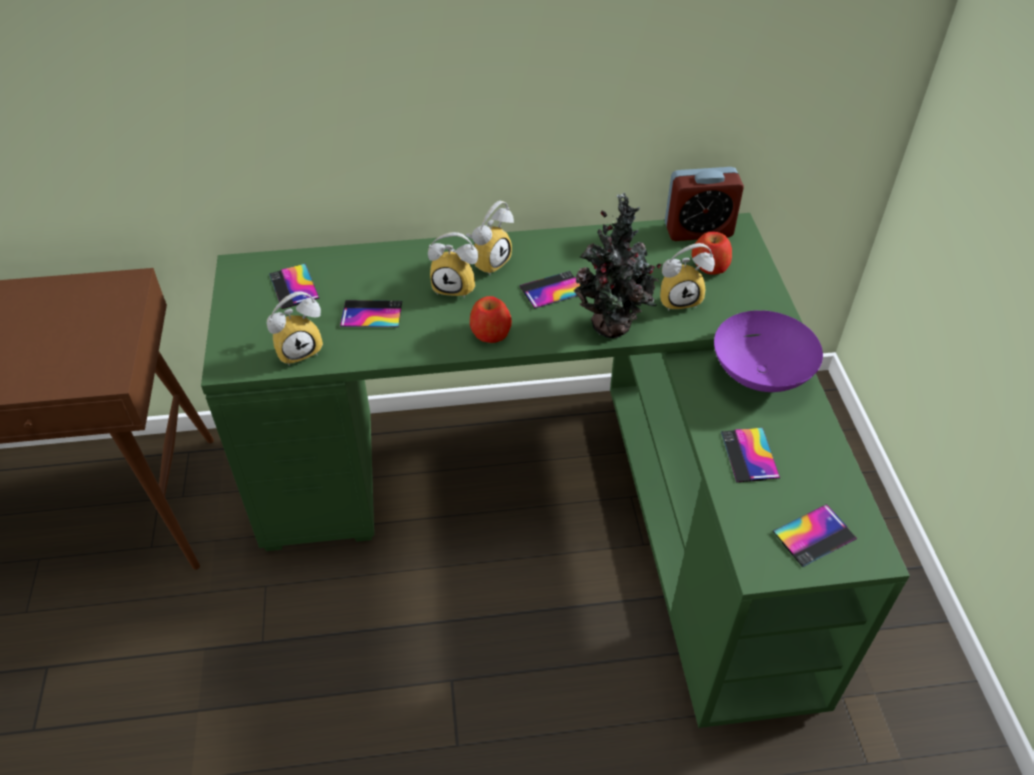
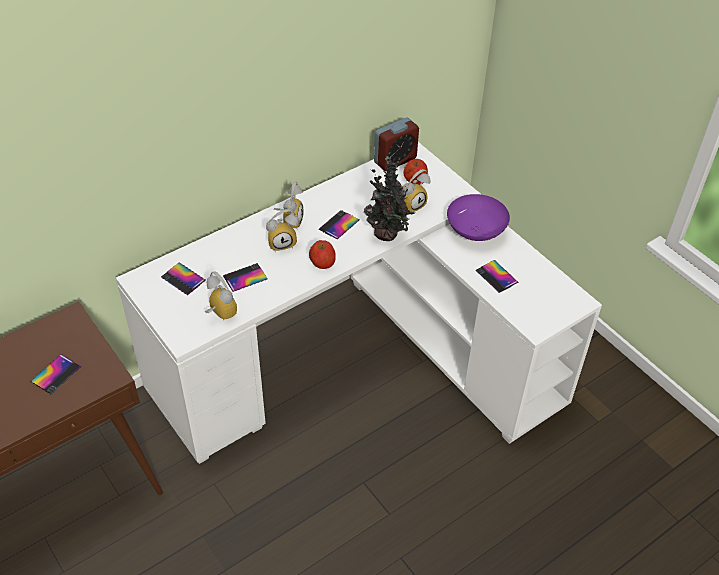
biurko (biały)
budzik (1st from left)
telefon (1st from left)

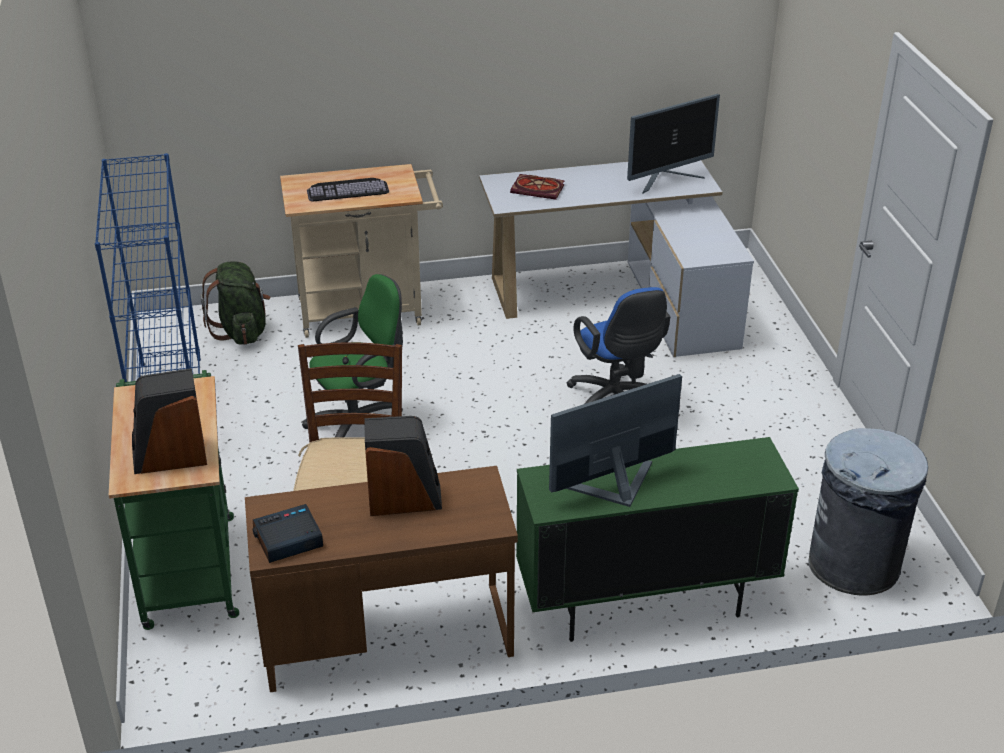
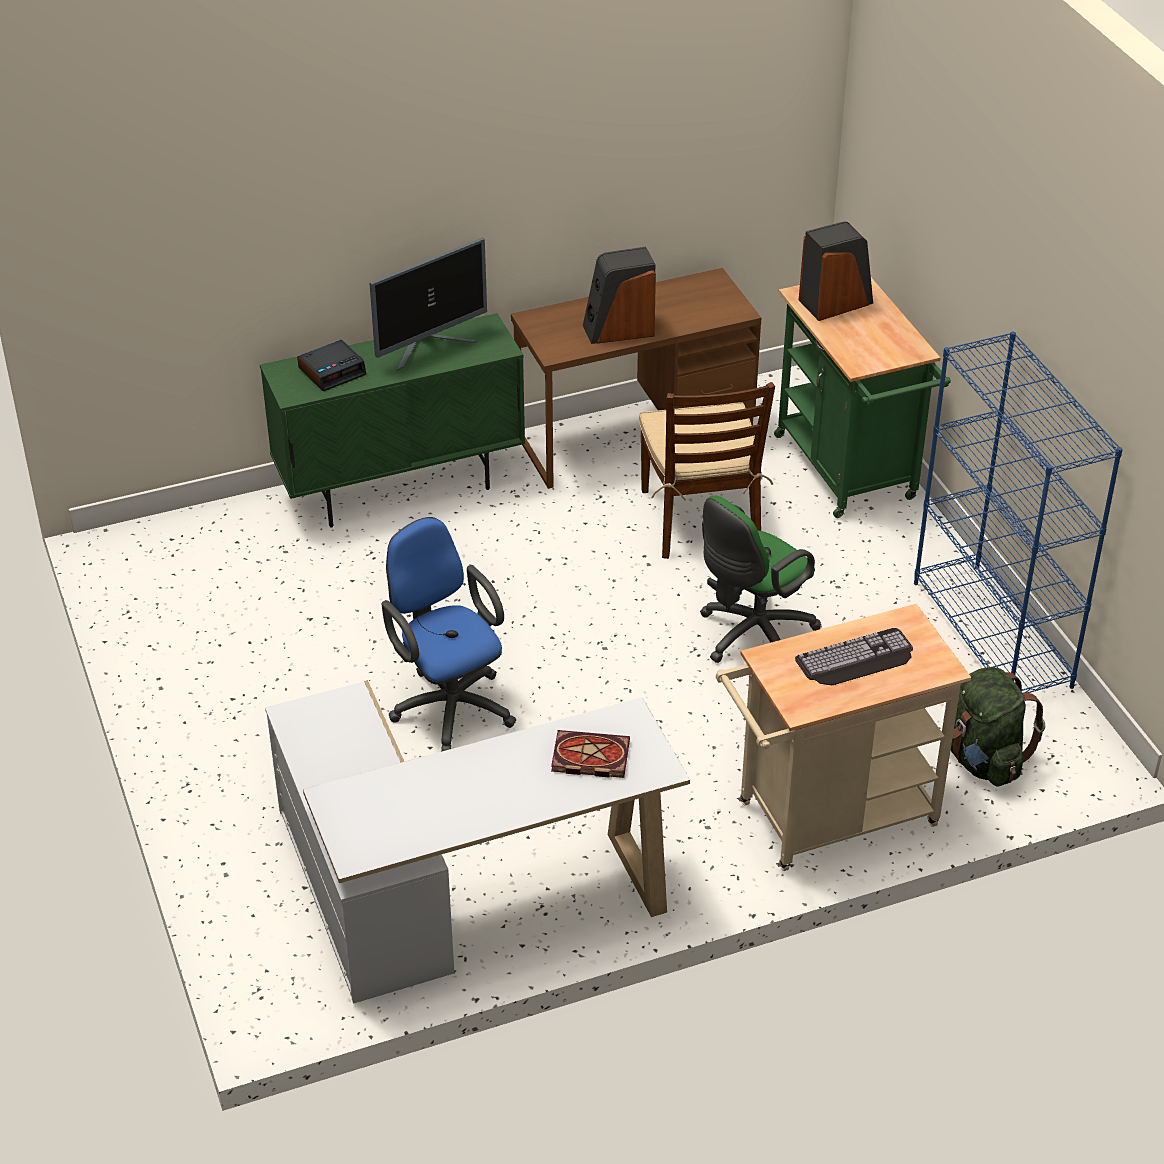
monitor (2nd from left in the first image)
kosz na śmieci (szary)
budzik

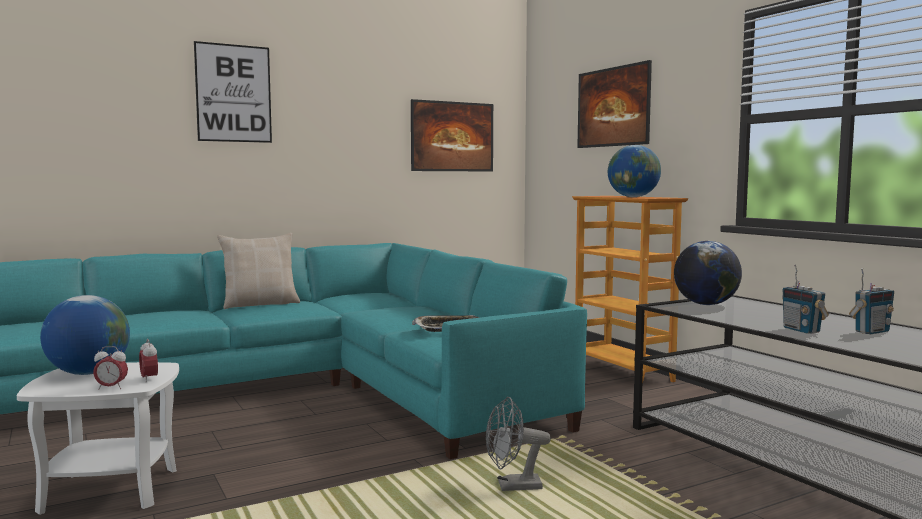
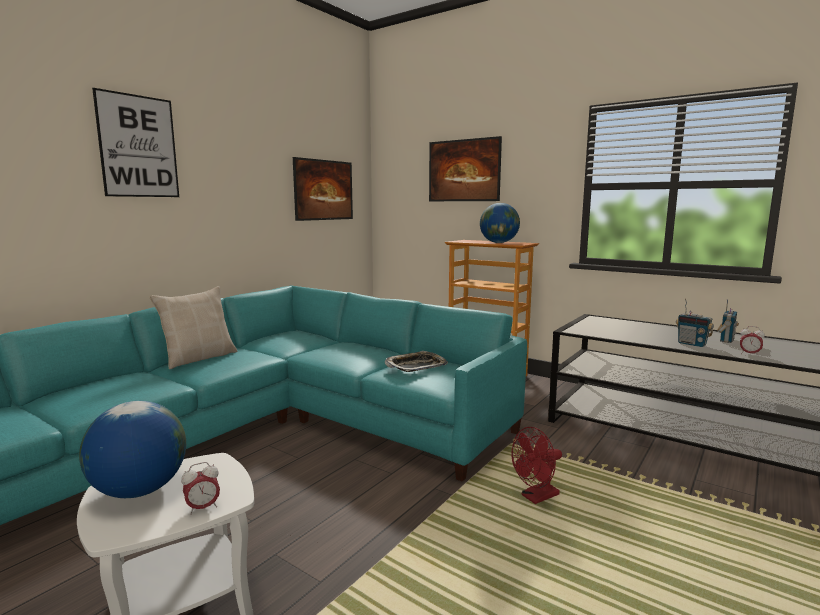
globus (3rd from left in the first image)
budzik (2nd from left)
wentylator (czerwony)

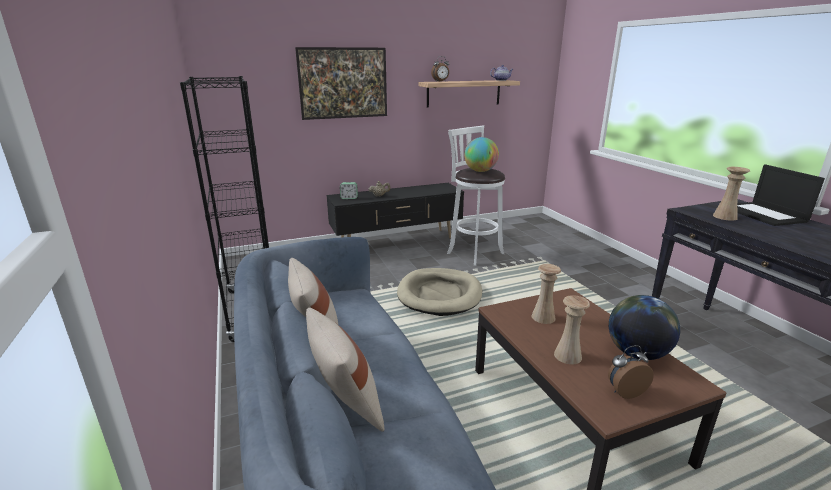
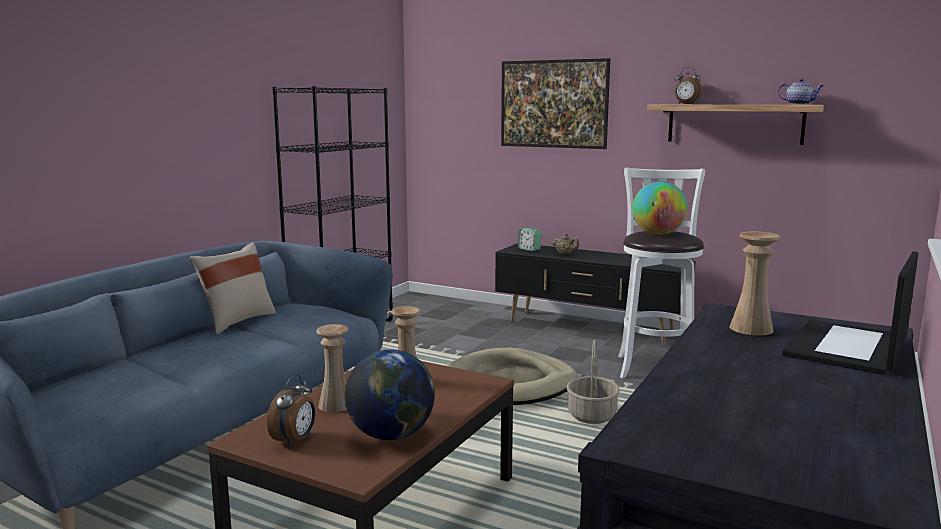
poduszka (beżowy) (2nd from left in the first image)
budzik (1st from left)
koszyk

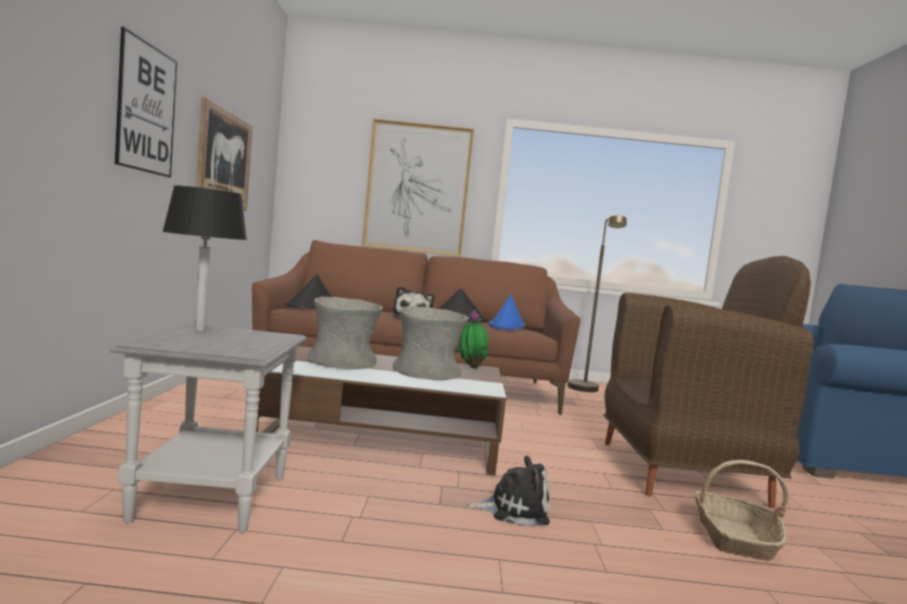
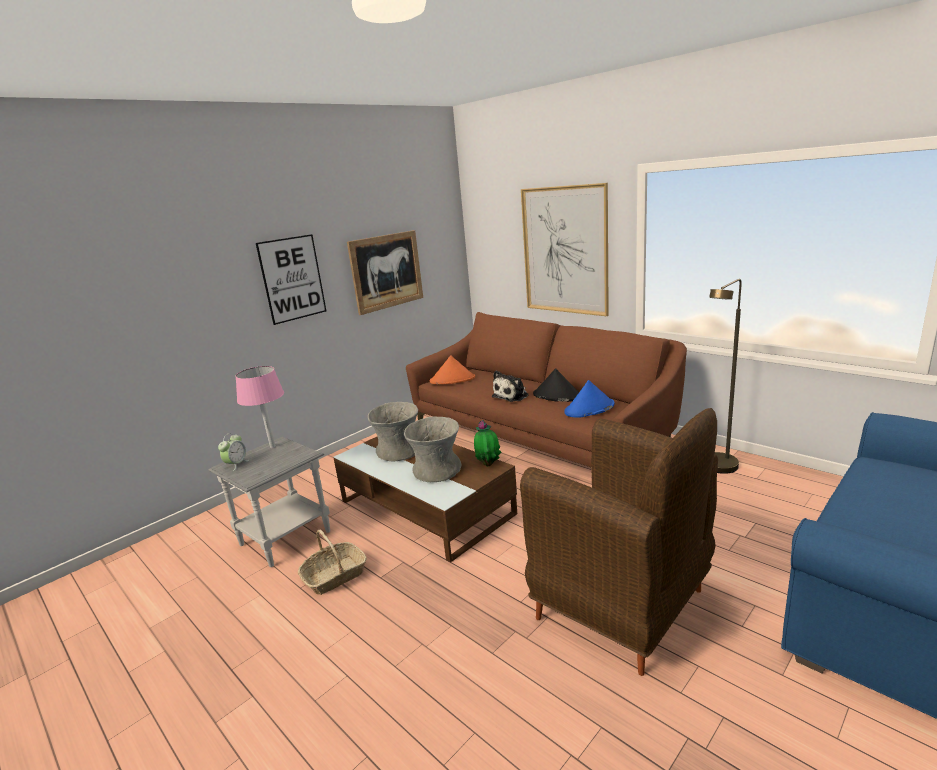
lampa stołowa (różowy)
kapelusz (pomarańczowy)
pluszak (2nd from left in the first image)
koszyk
budzik

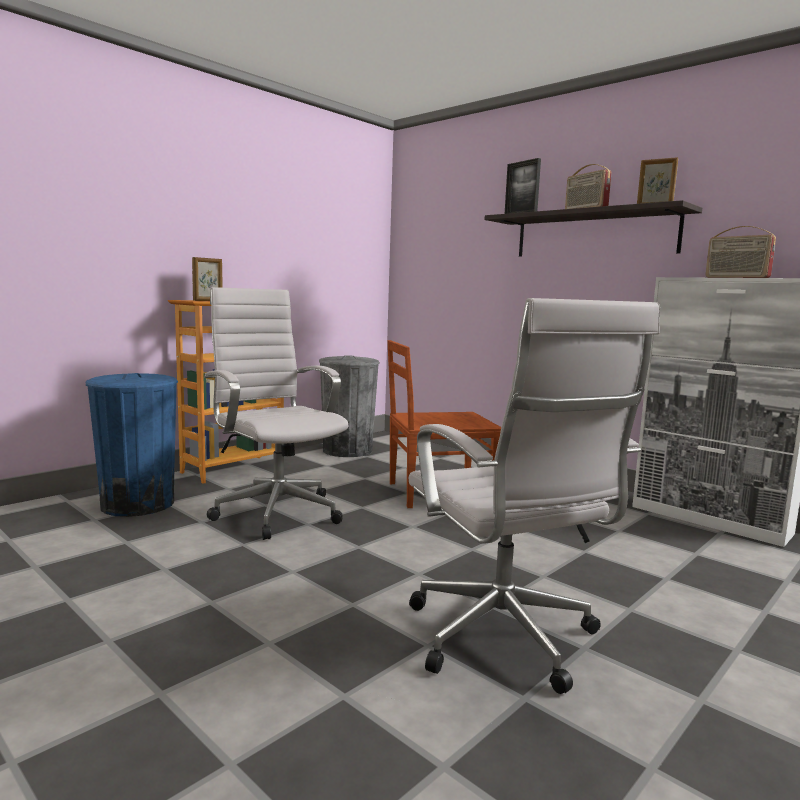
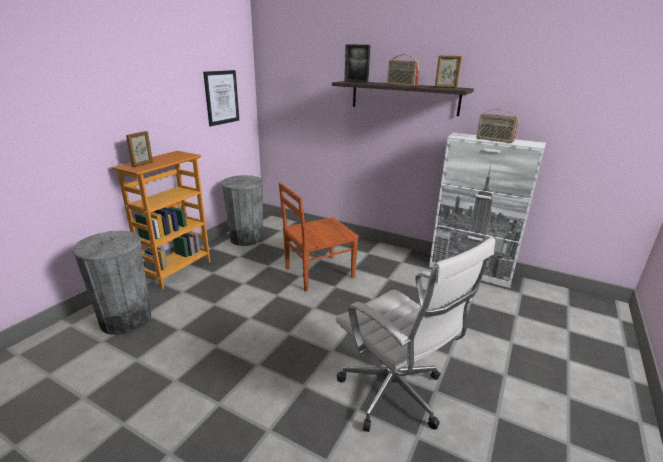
krzesło biurowe (biały) (1st from left in the first image)
kosz na śmieci (szary) (1st from left)
obraz

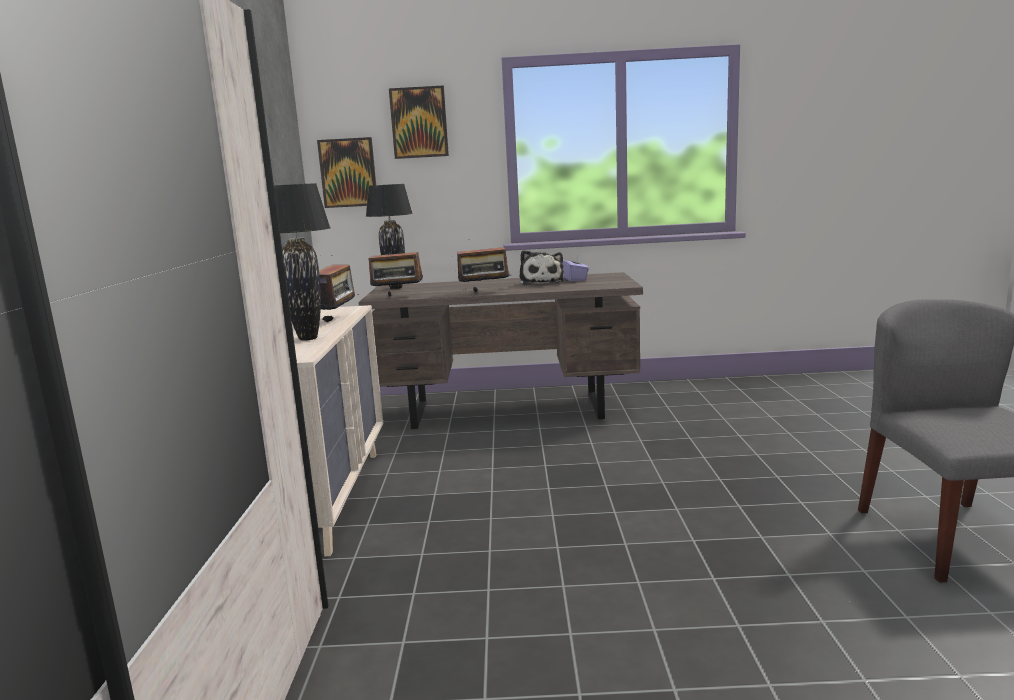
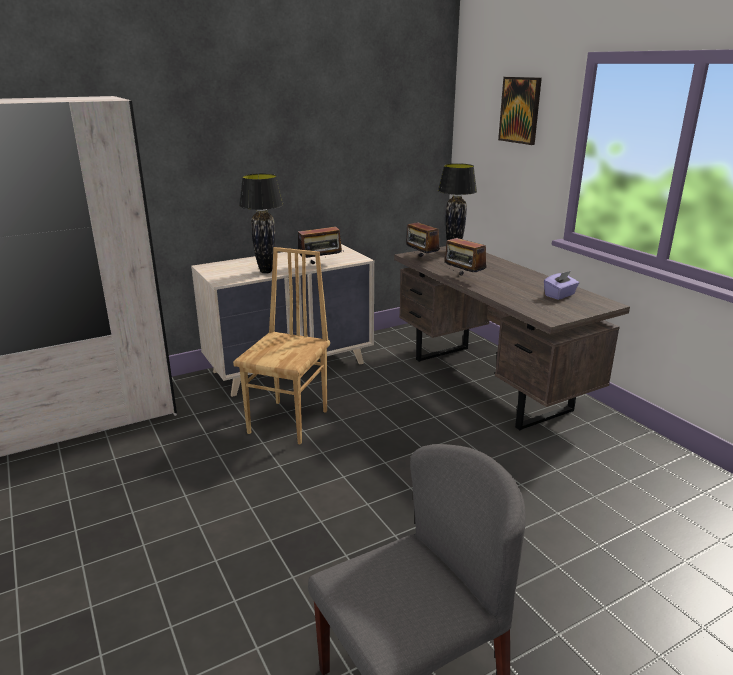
obraz (1st from left in the first image)
pluszak
krzesło (brązowy)

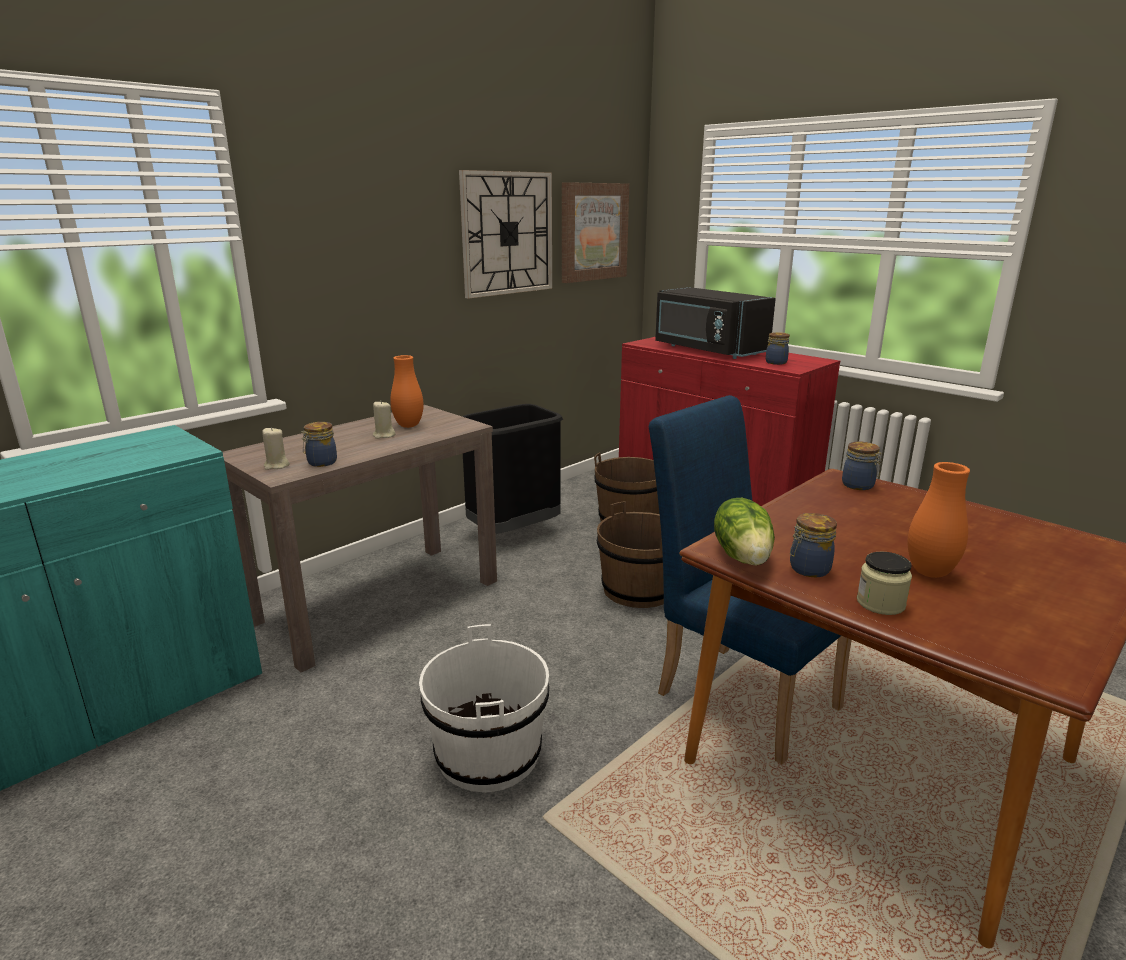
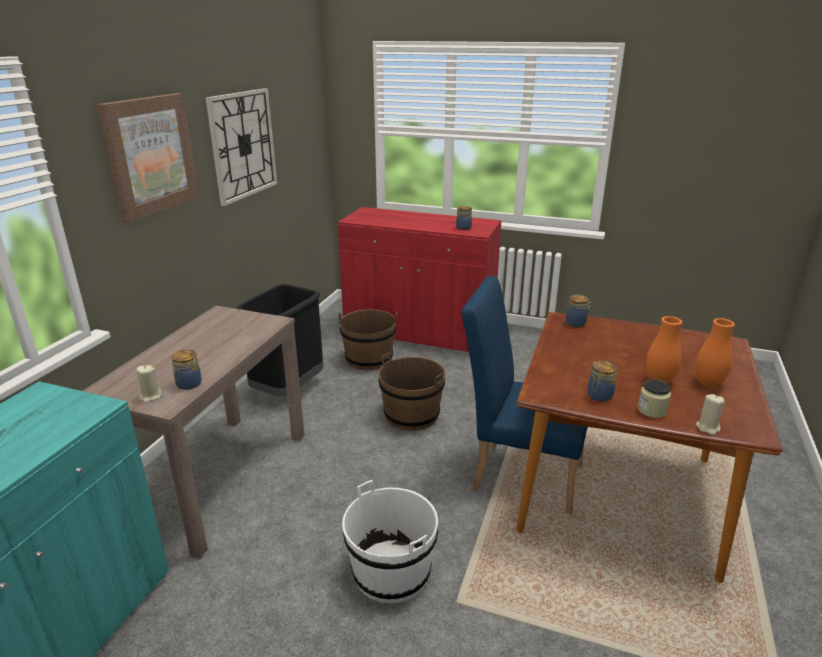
obraz
mikrofalówka (czarny)
wazon (pomarańczowy) (2nd from left)
świeca (beżowy) (2nd from left)
sałata

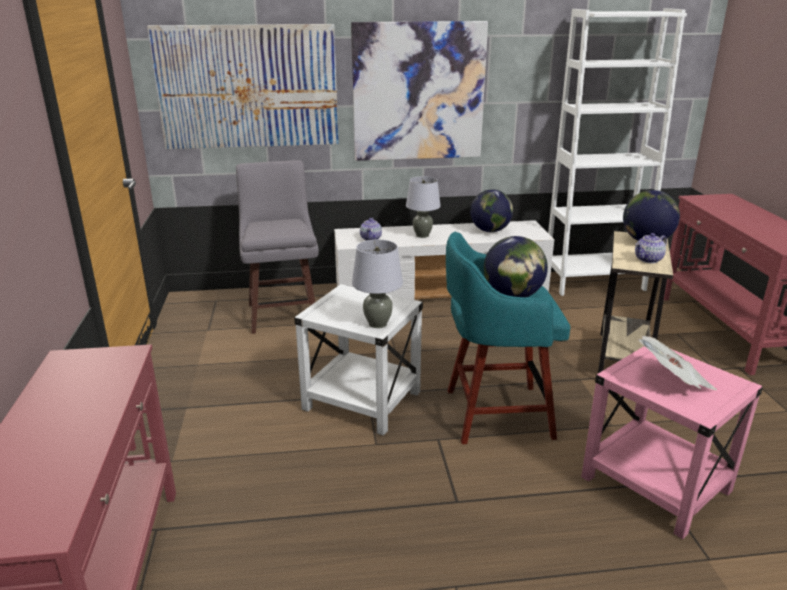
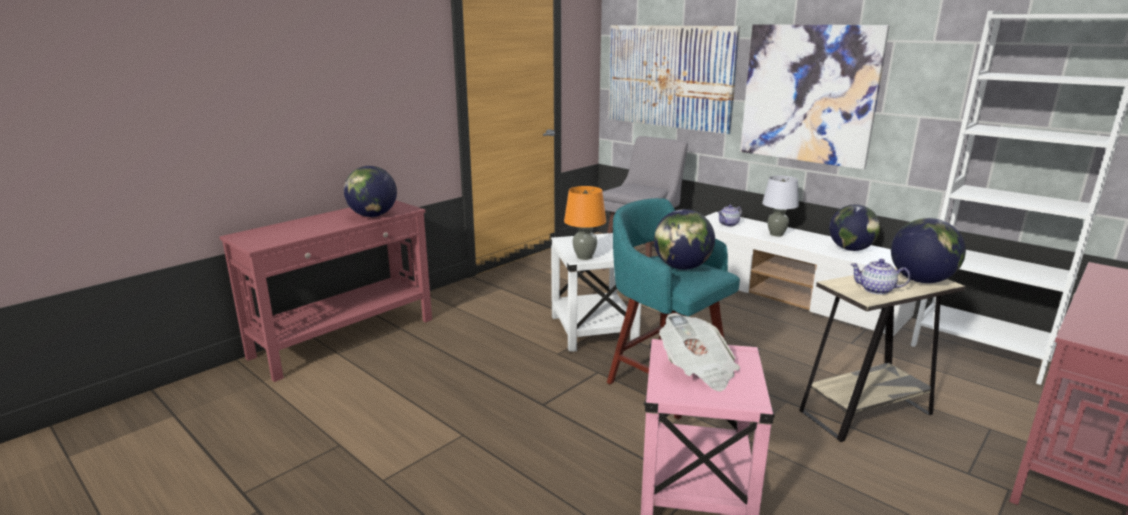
lampa stołowa (pomarańczowy)
globus (1st from left)

